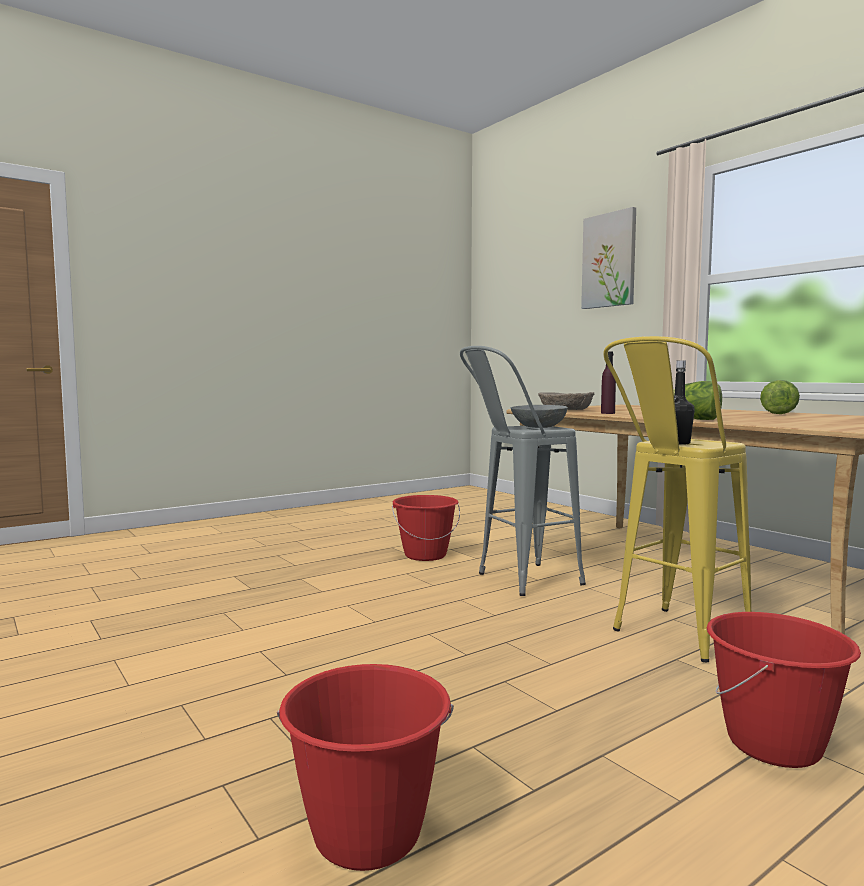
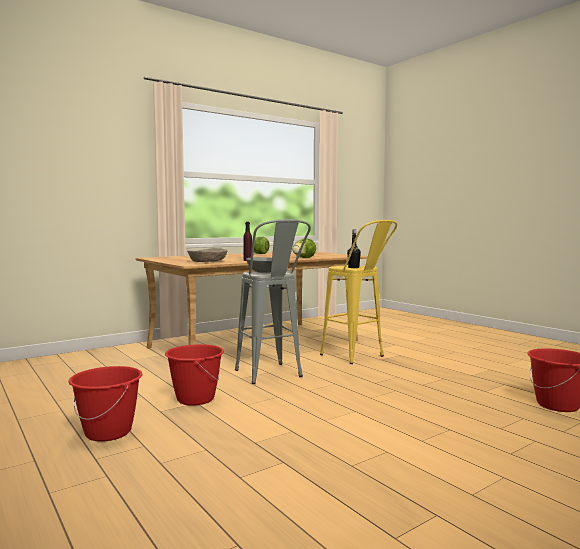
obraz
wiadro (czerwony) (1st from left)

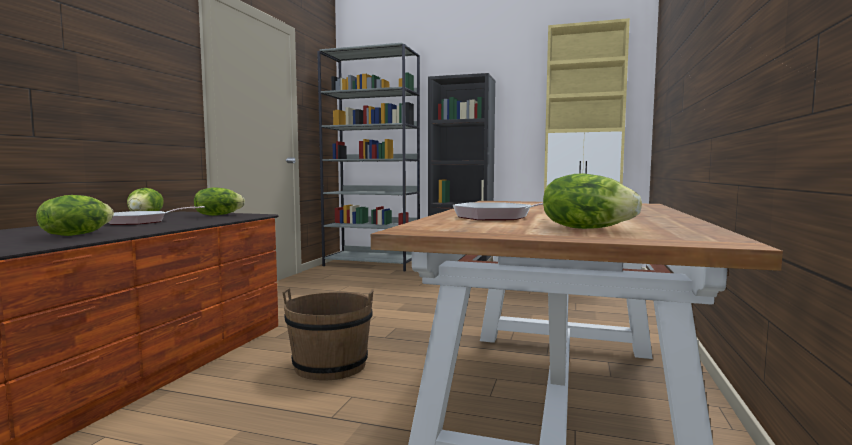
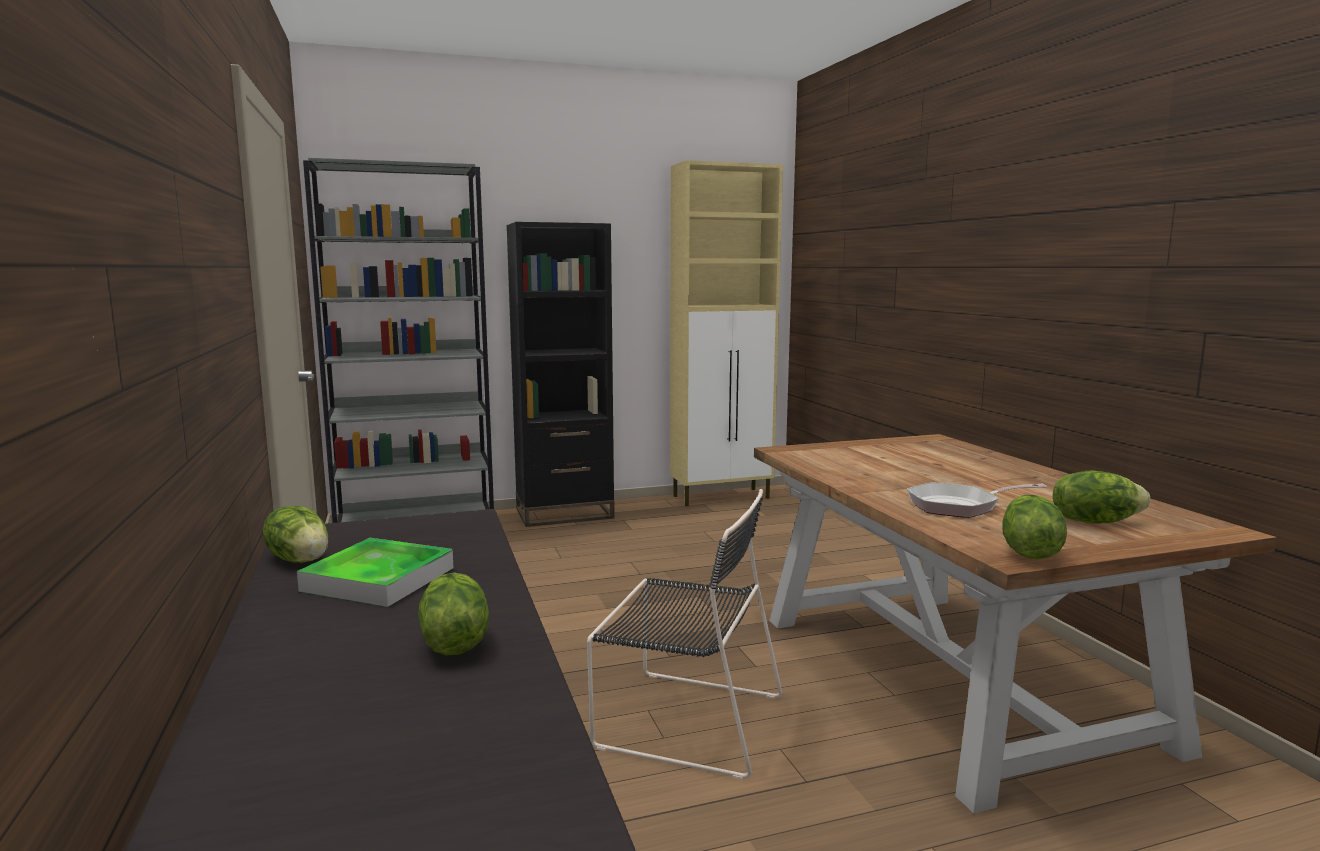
sałata (3rd from left)
taca
krzesło (czarny)

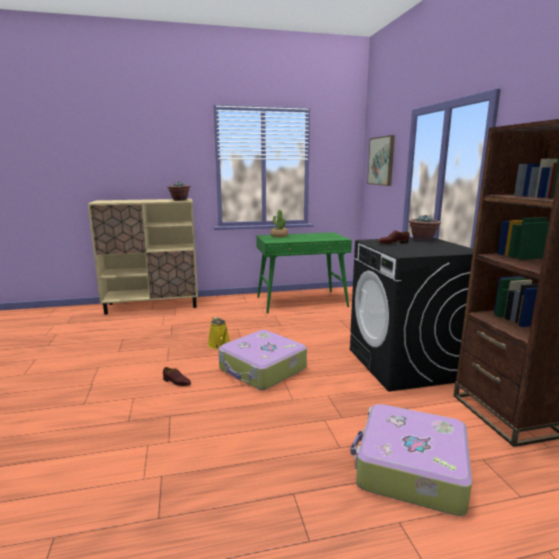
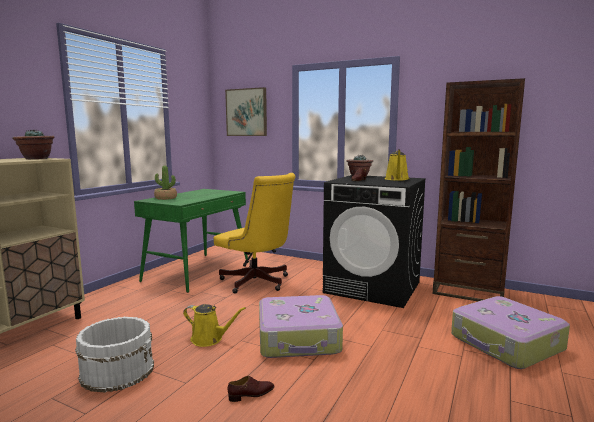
konewka (żółty) (2nd from left)
krzesło biurowe (żółty)
wiadro (biały)

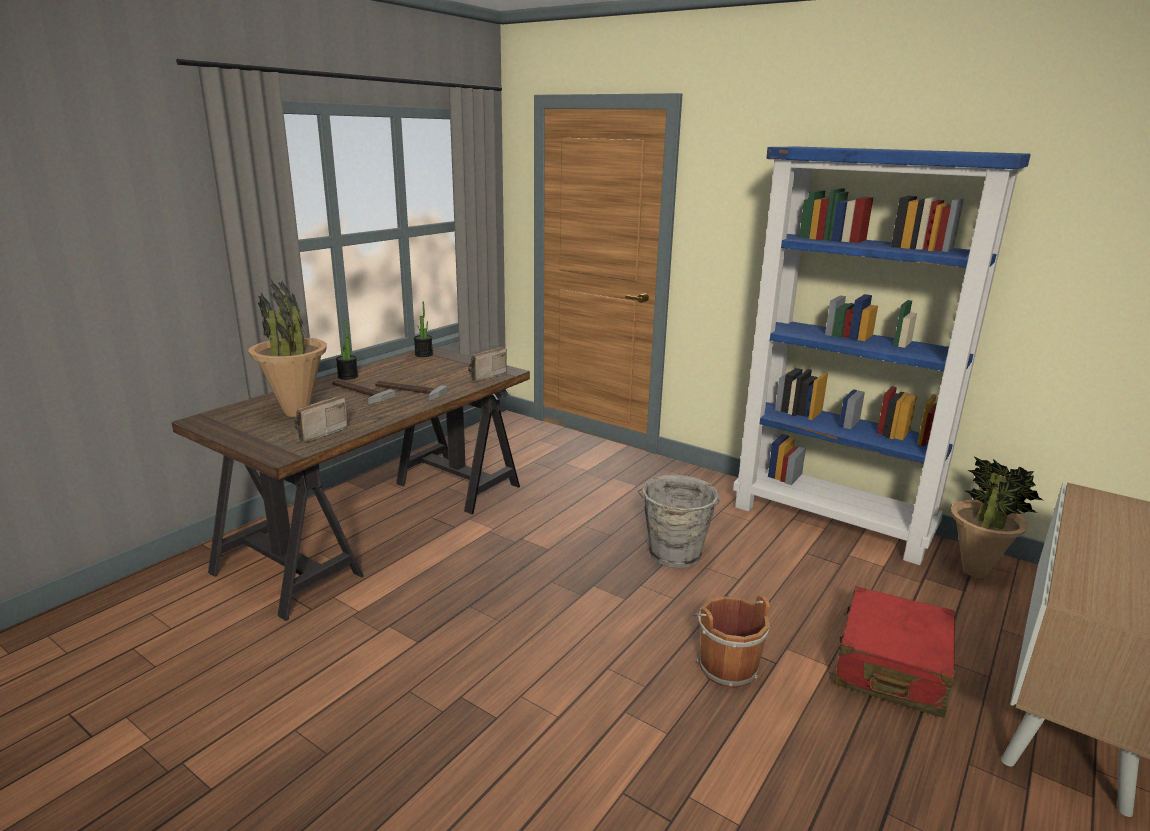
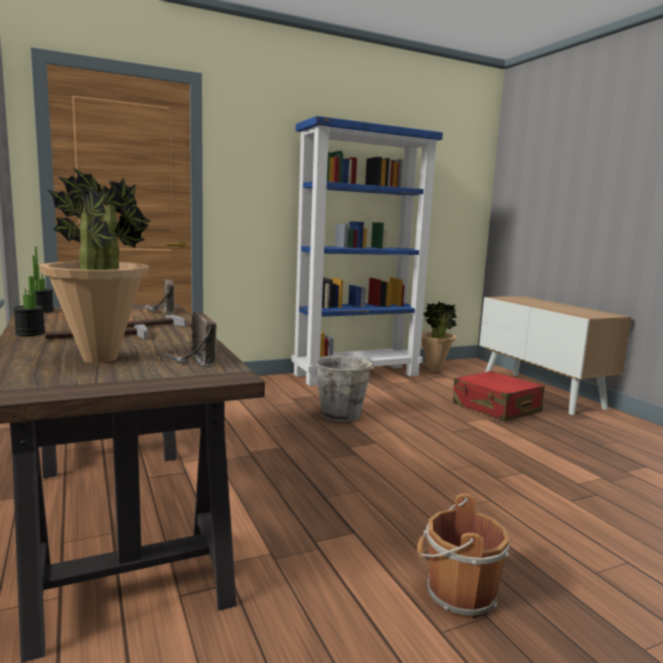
wiadro (brązowy)

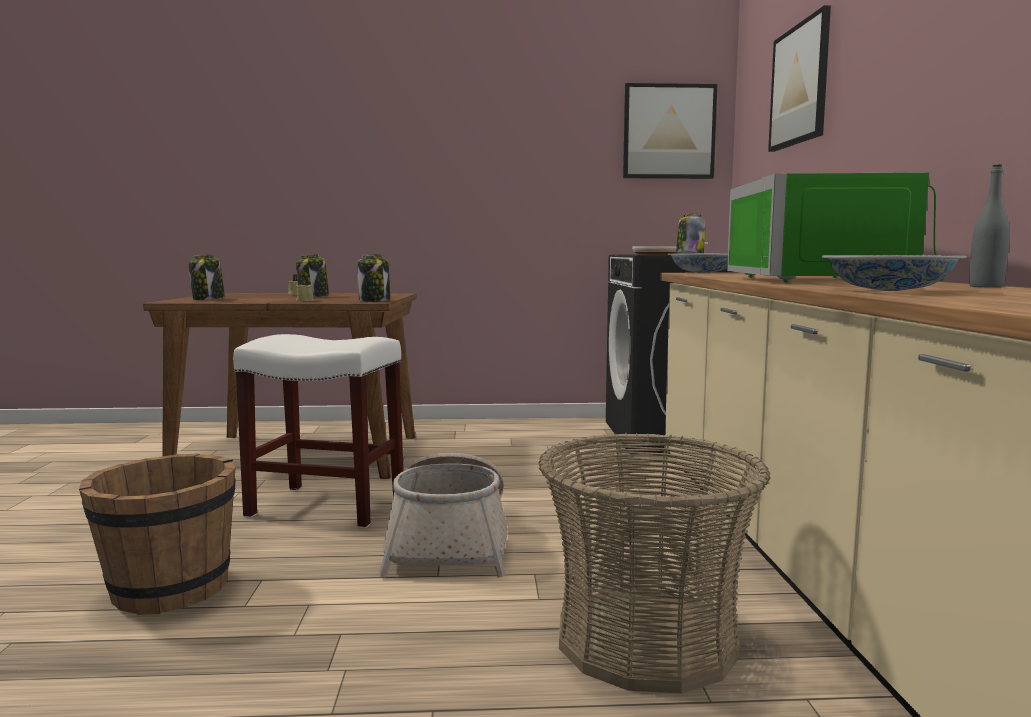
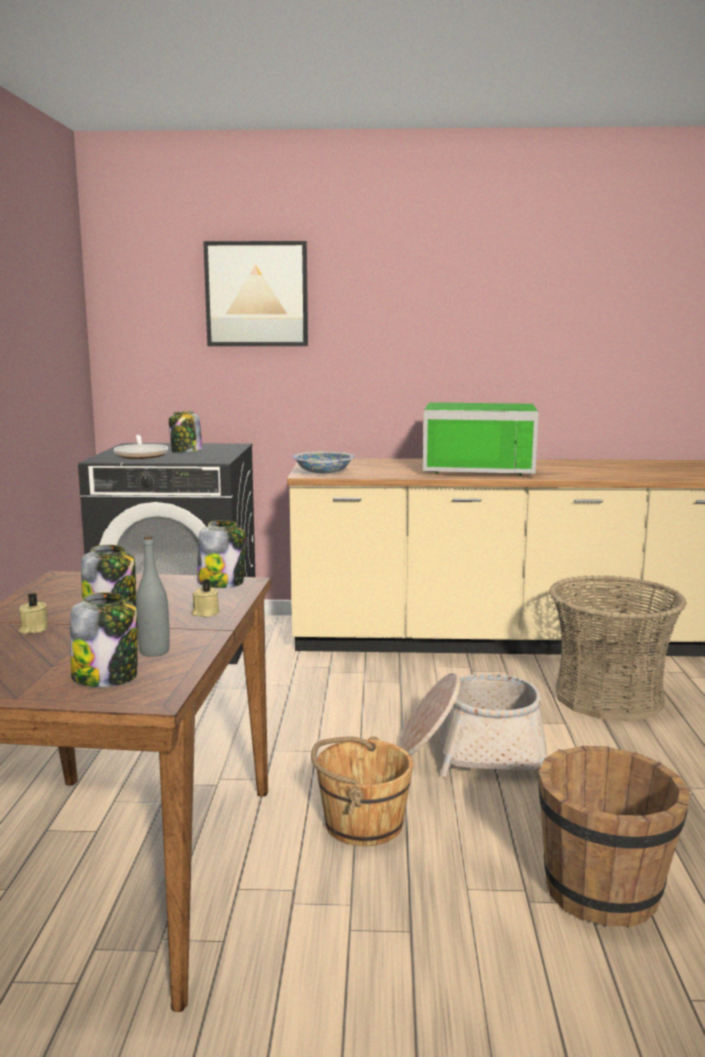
obraz (1st from left in the first image)
butelka (szary)
miska (2nd from left in the first image)
wiadro (brązowy) (1st from left)

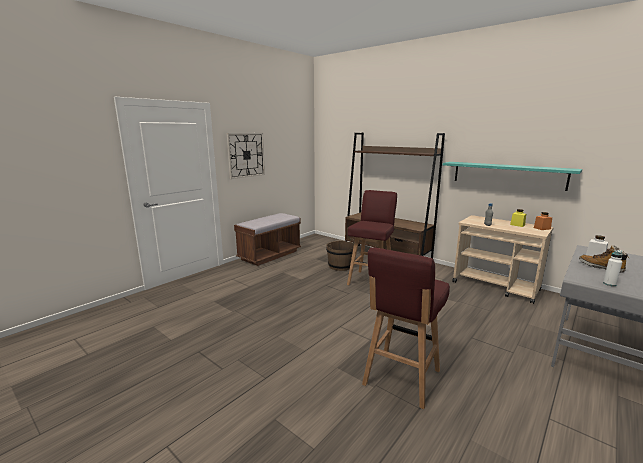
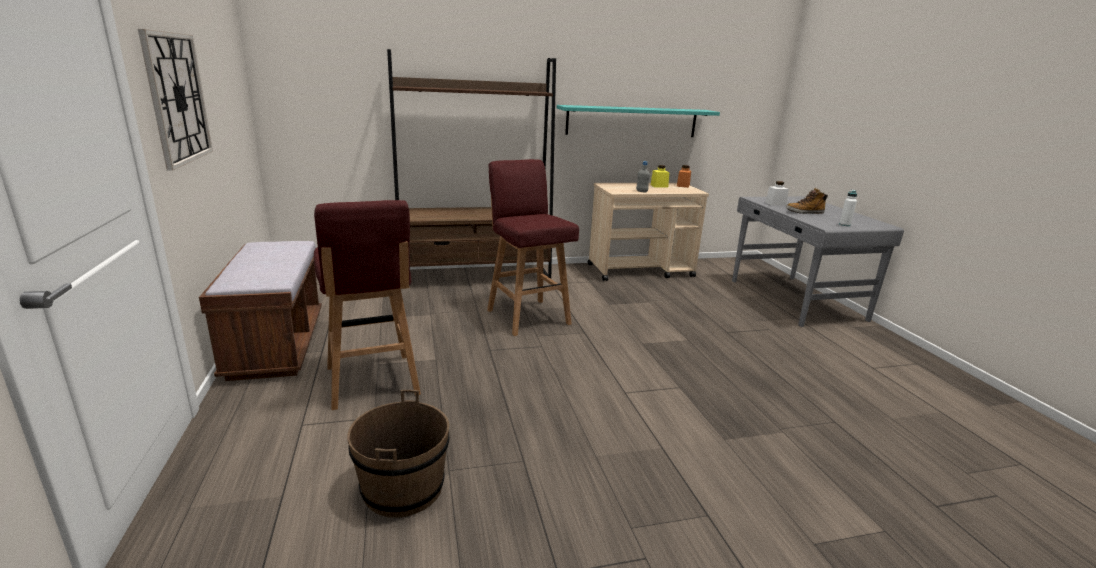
wiadro (brązowy)
stołek (czerwony) (1st from left)

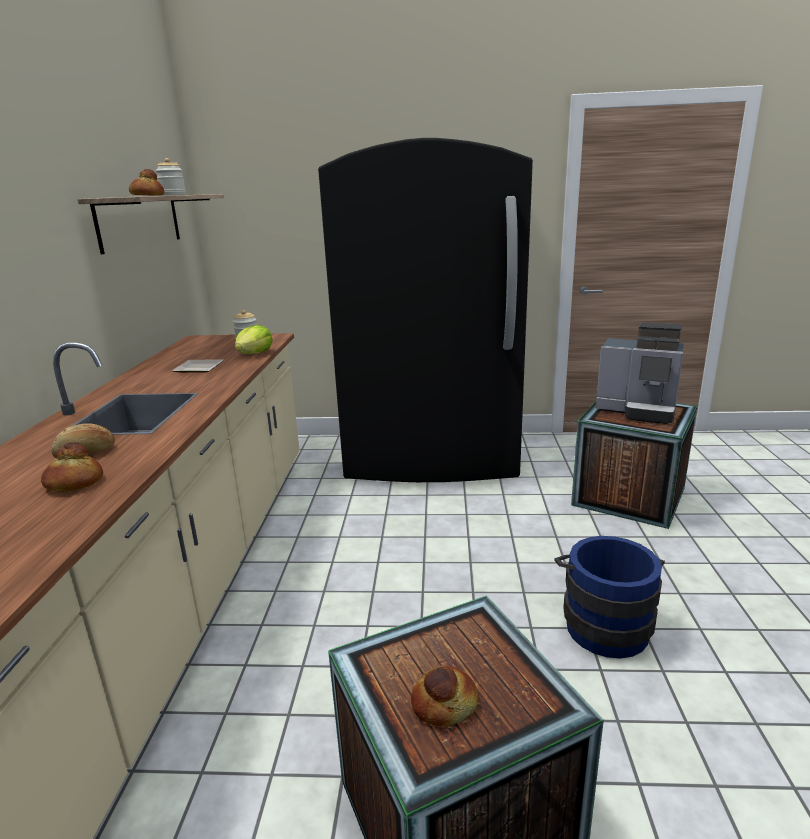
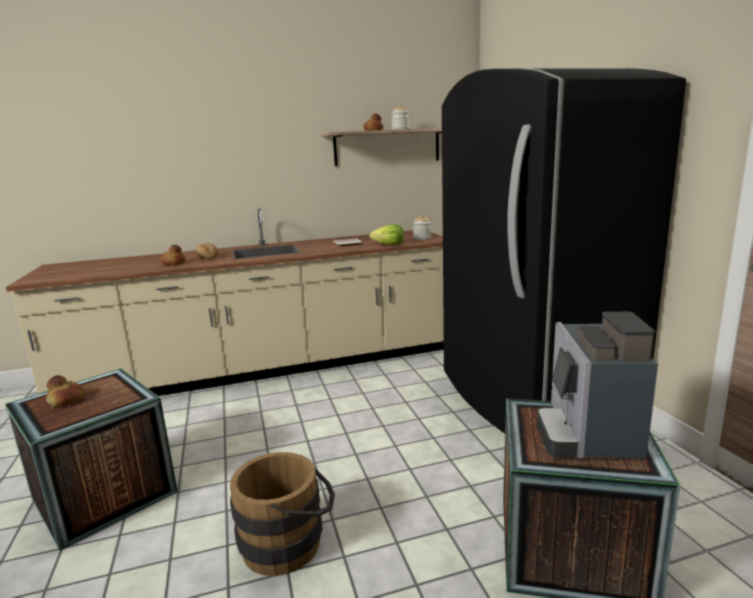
wiadro (brązowy)

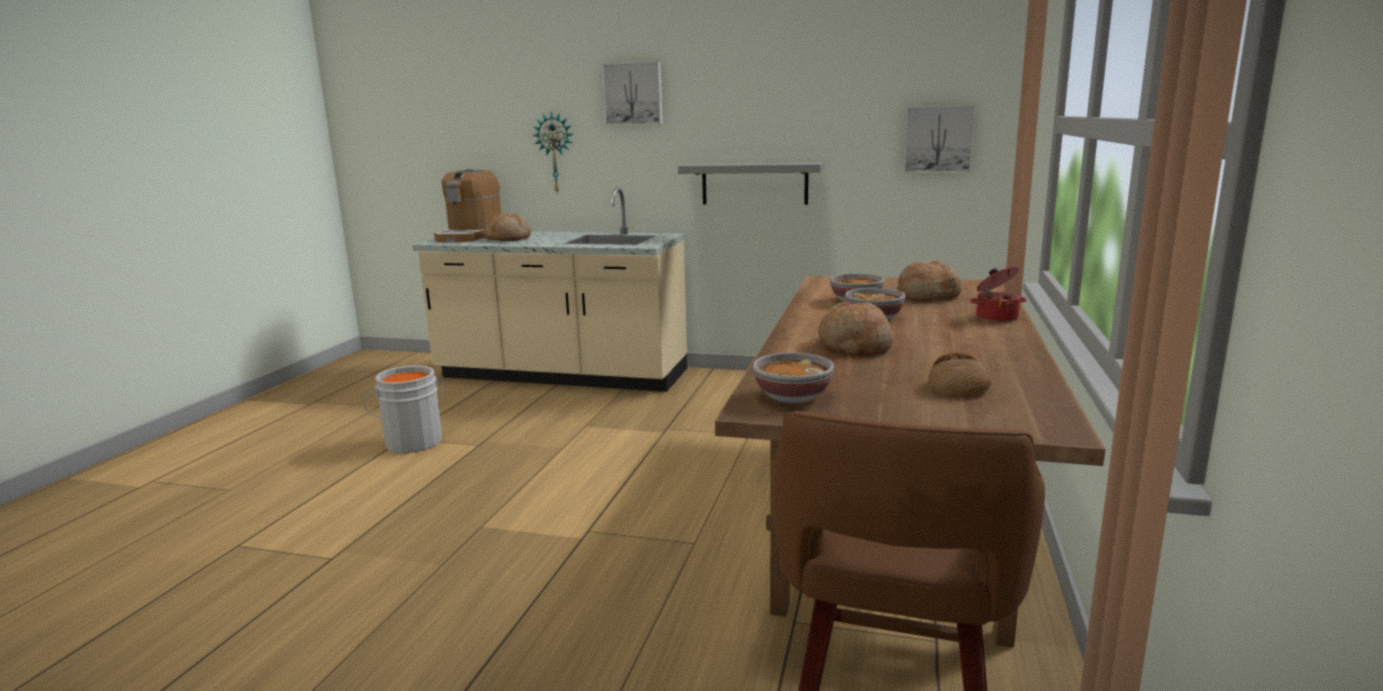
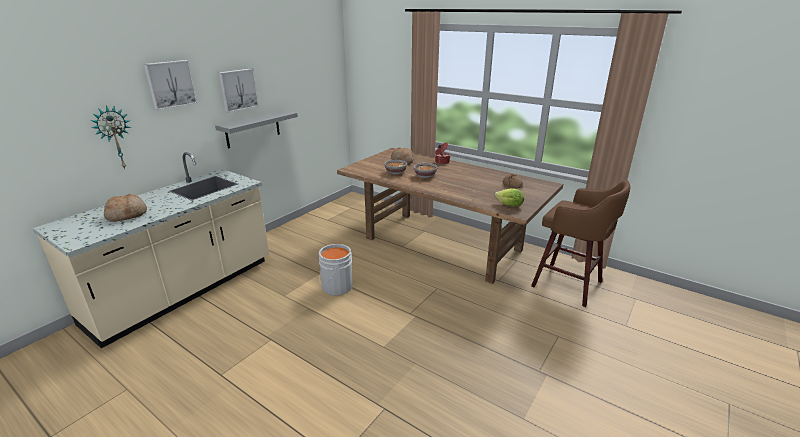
obraz (2nd from left)
ekspres do kawy
chleb (2nd from left in the first image)
sałata
wiadro (szary)

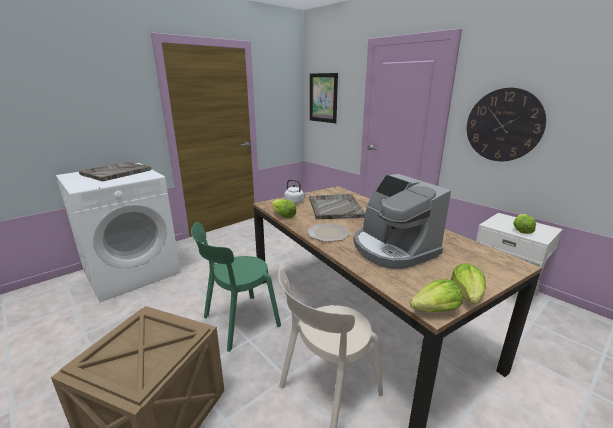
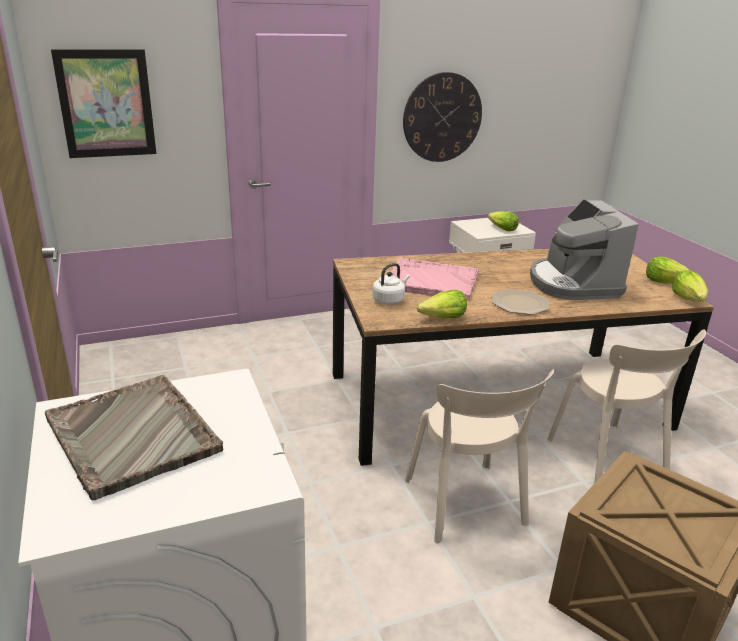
ekspres do kawy
taca (różowy)
krzesło (beżowy) (1st from left)

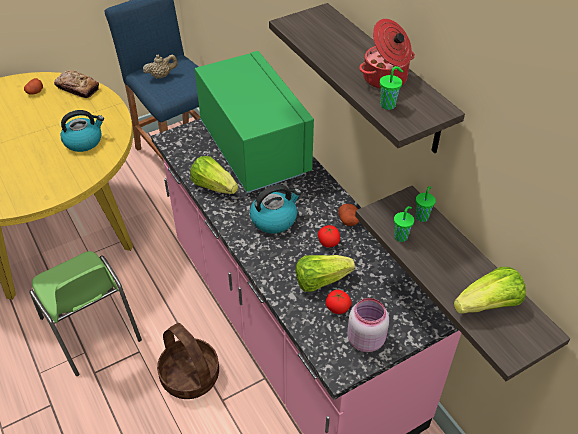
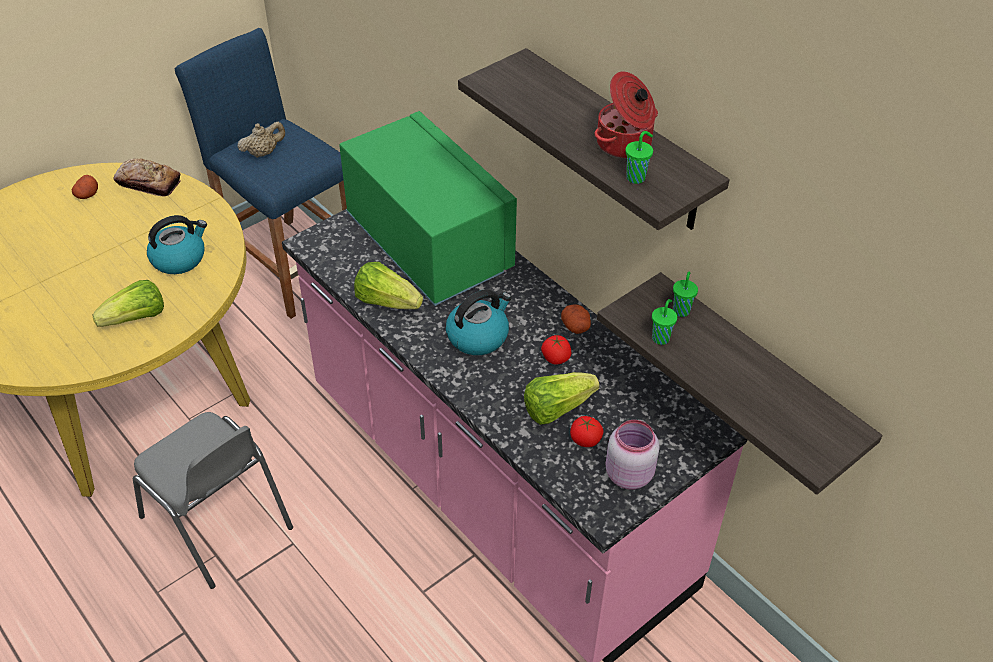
krzesło (szary)
sałata (1st from left)
koszyk

